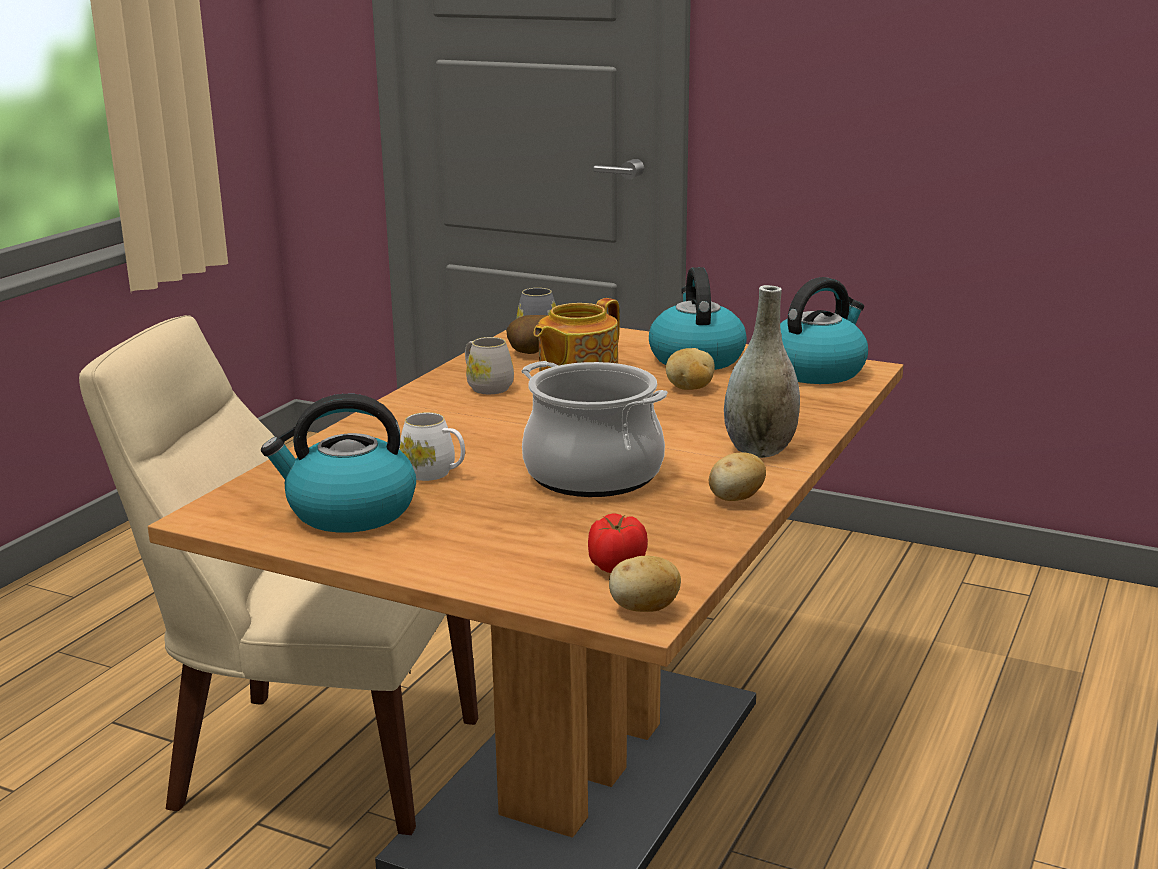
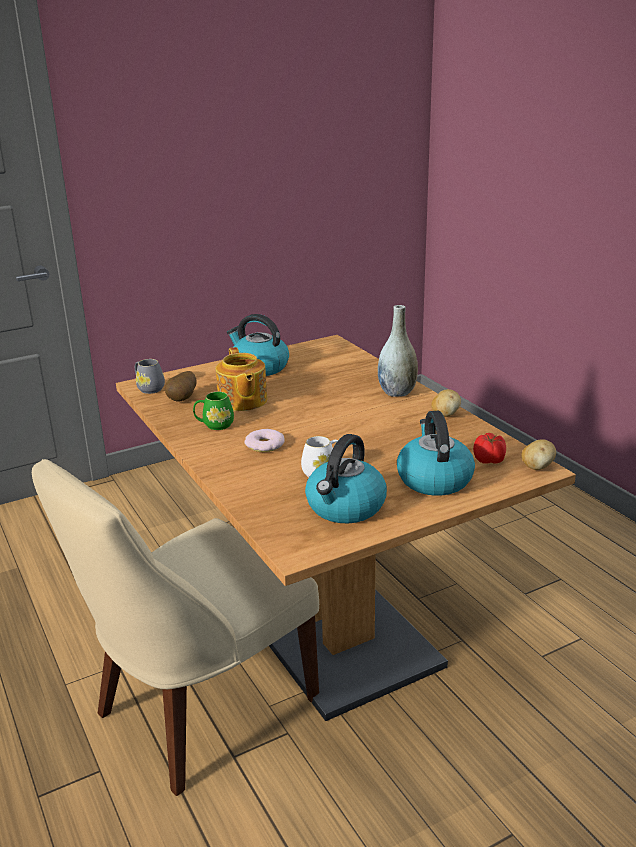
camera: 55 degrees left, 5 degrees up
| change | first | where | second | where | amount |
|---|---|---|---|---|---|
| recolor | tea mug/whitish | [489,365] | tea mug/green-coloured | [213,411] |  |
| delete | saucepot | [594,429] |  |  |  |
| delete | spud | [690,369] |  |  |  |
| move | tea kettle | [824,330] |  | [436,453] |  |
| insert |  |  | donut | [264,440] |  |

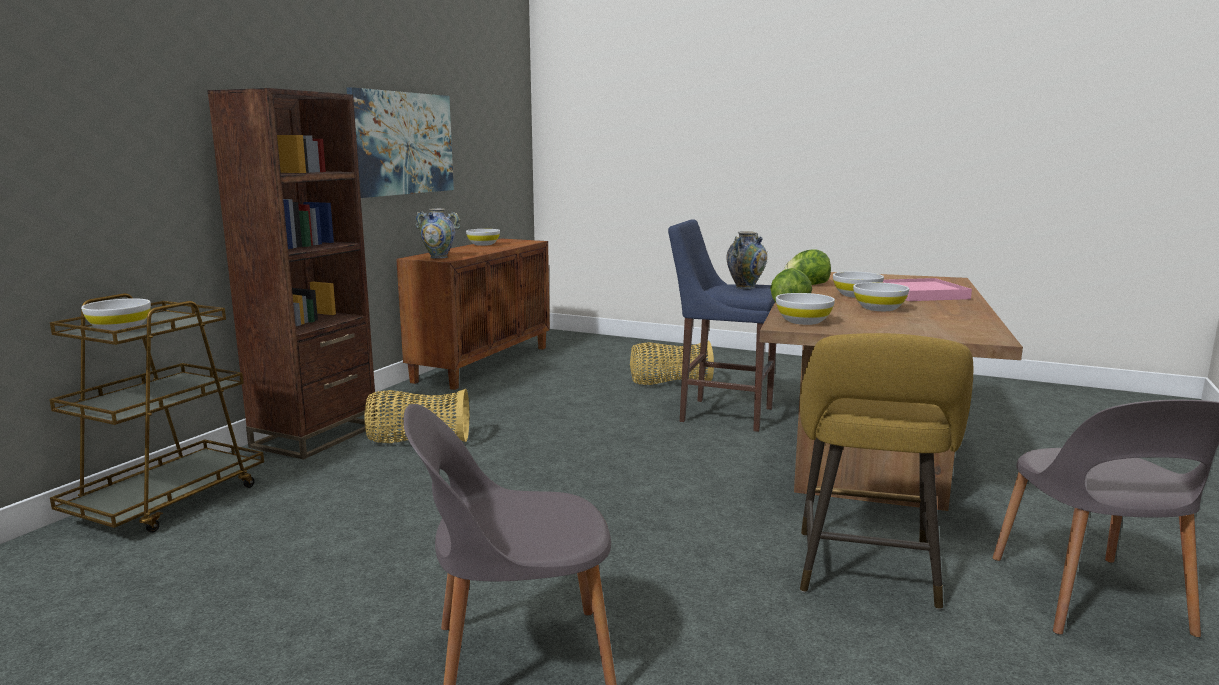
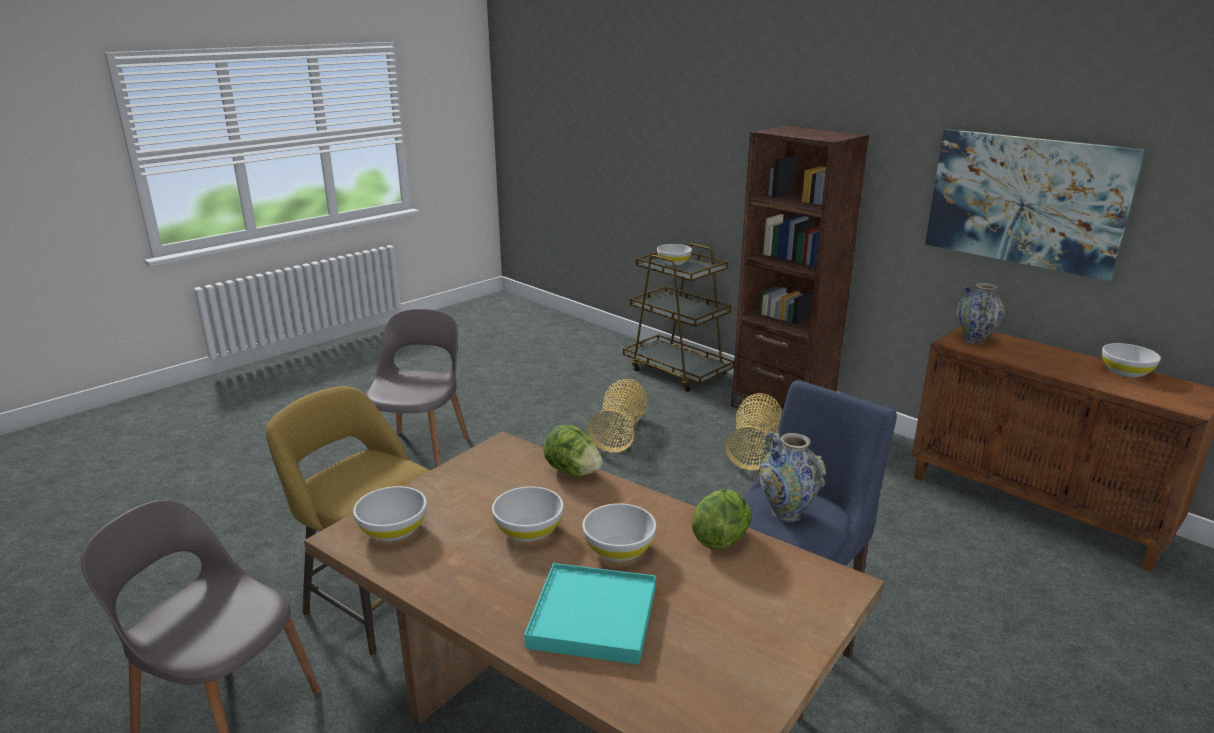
camera: 110 degrees right, 10 degrees up
| change | first | where | second | where | amount |
|---|---|---|---|---|---|
| move | household basket | [672,363] |  | [617,416] |  |
| move | serving bowl/whitish | [805,309] |  | [390,513] |  |
| recolor | tray/pink-coloured | [927,289] | tray/turquoise-coloured | [590,614] |  |

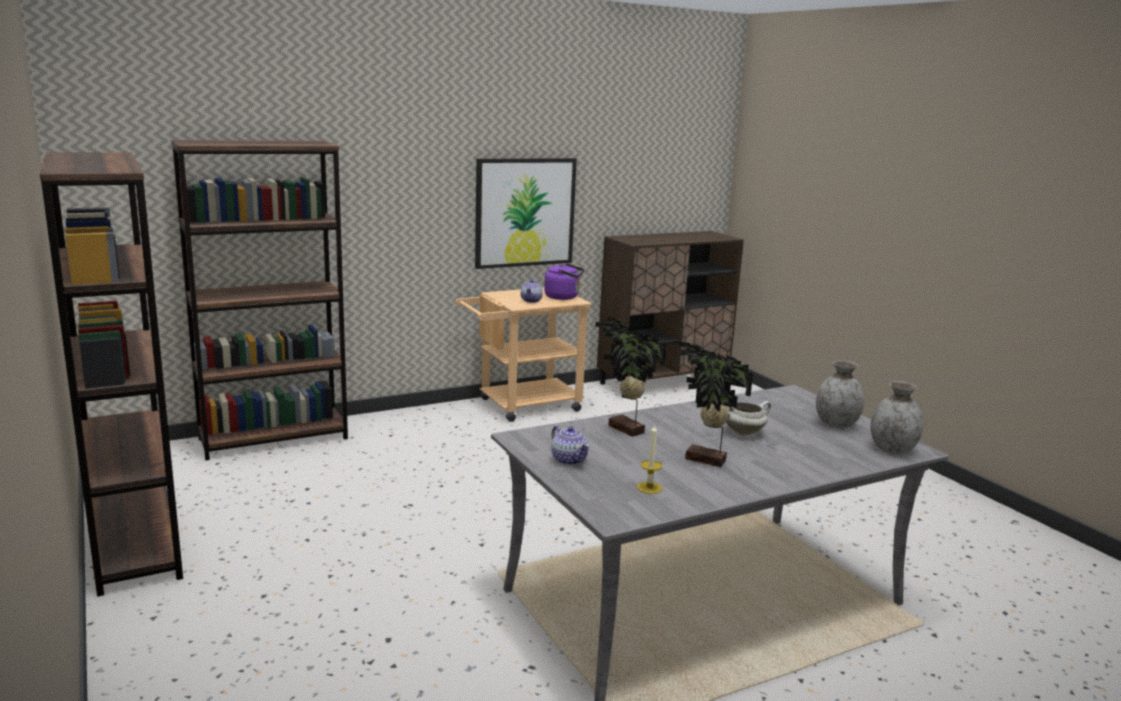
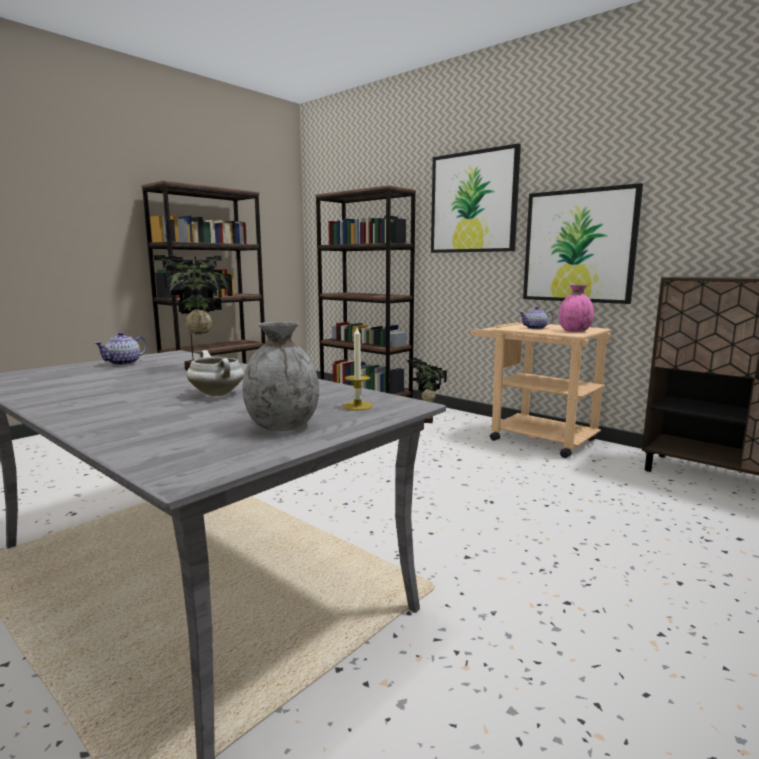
camera: 70 degrees right, 5 degrees down
| change | first | where | second | where | amount |
|---|---|---|---|---|---|
| replace | tea kettle/purple | [564,281] | vase/pink-coloured | [576,308] |  |
| move | wax candle | [649,459] |  | [358,368] |  |
| move | houseplant | [716,404] |  | [427,390] |  |
| delete | vase/greyish | [897,417] |  |  |  |
| insert |  |  | wall picture | [476,198] |  |

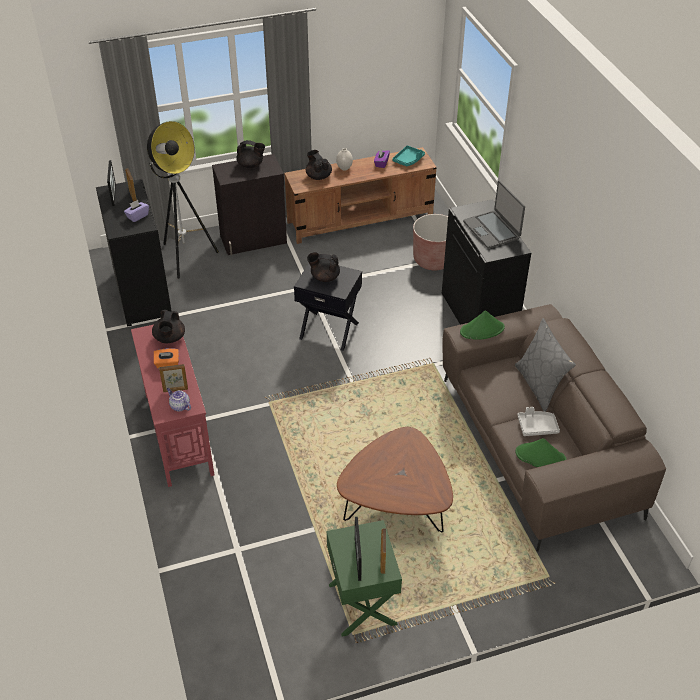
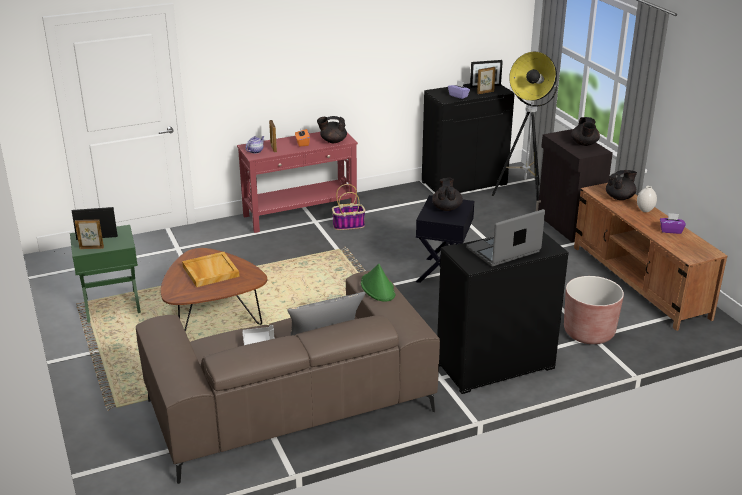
camera: 85 degrees right, 15 degrees down
| change | first | where | second | where | amount |
|---|---|---|---|---|---|
| delete | tray/turquoise-coloured | [408,155] |  |  |  |
| delete | wearable hat/green-coloured | [541,452] |  |  |  |
| insert |  |  | tray/beige-coloured | [210,269] |  |
| insert |  |  | household basket | [348,207] |  |

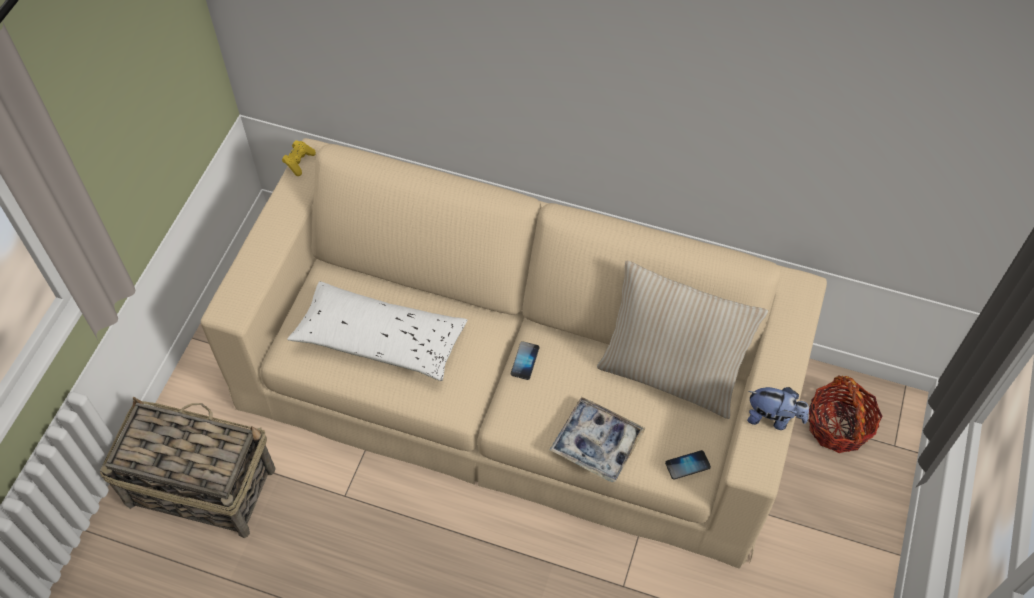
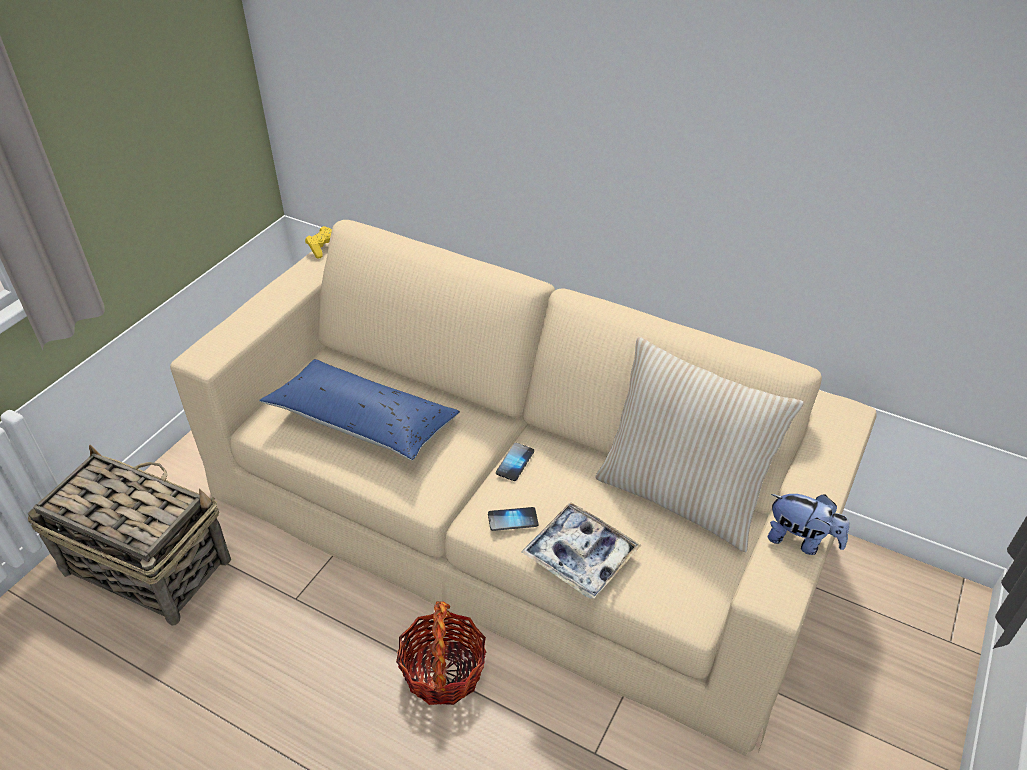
camera: 10 degrees right, 15 degrees down
| change | first | where | second | where | amount |
|---|---|---|---|---|---|
| recolor | throw pillow/whitish | [377,331] | throw pillow/blue-coloured | [359,409] |  |
| move | phone | [688,465] |  | [513,519] |  |
| move | household basket | [846,414] |  | [441,653] |  |

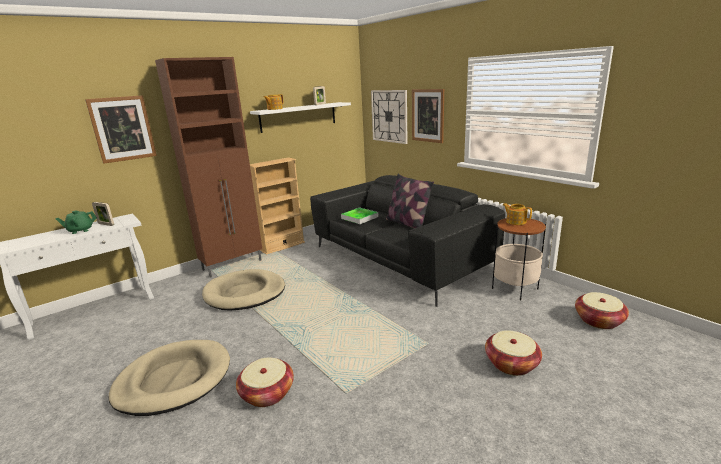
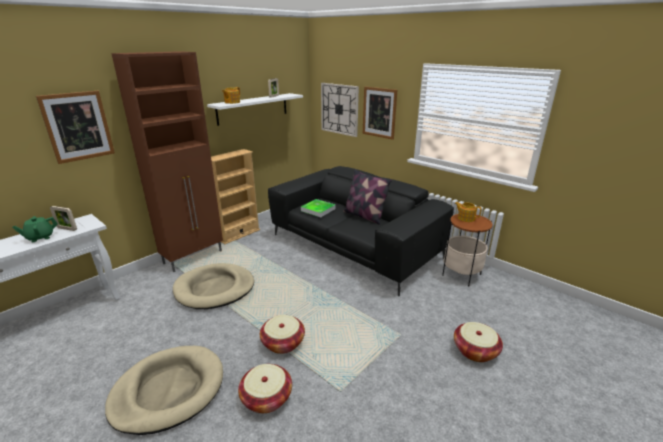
camera: 10 degrees left, 5 degrees up
| change | first | where | second | where | amount |
|---|---|---|---|---|---|
| move | household basket | [602,310] |  | [282,334] |  |

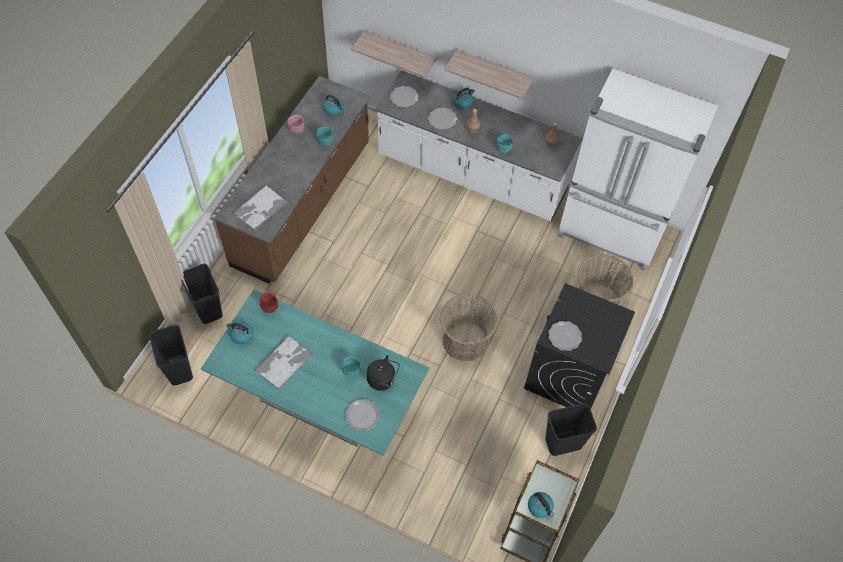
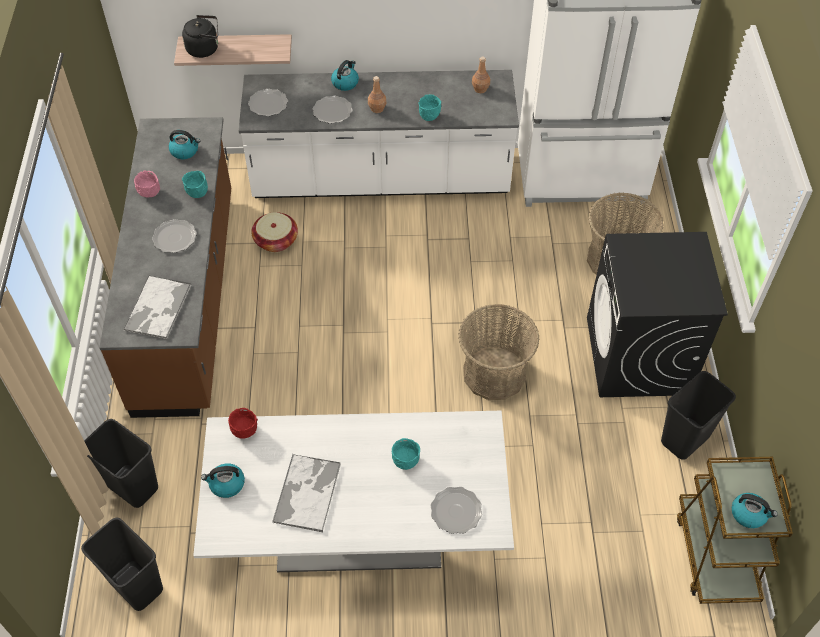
camera: 25 degrees left, 5 degrees down
| change | first | where | second | where | amount |
|---|---|---|---|---|---|
| recolor | dinner table/turquoise-coloured | [315,373] | dinner table/whitish | [353,491] |  |
| move | tea kettle/blackish | [383,373] |  | [200,36] |  |
| delete | wall shelf | [489,74] |  |  |  |
| move | flat dish | [565,336] |  | [174,236] |  |
| insert |  |  | household basket | [274,232] |  |

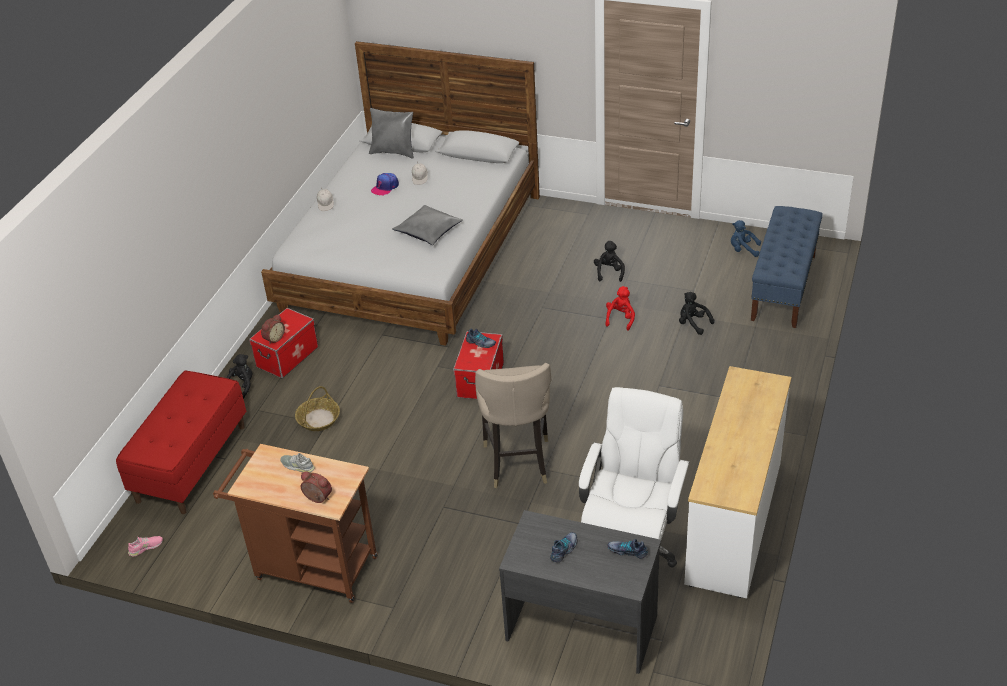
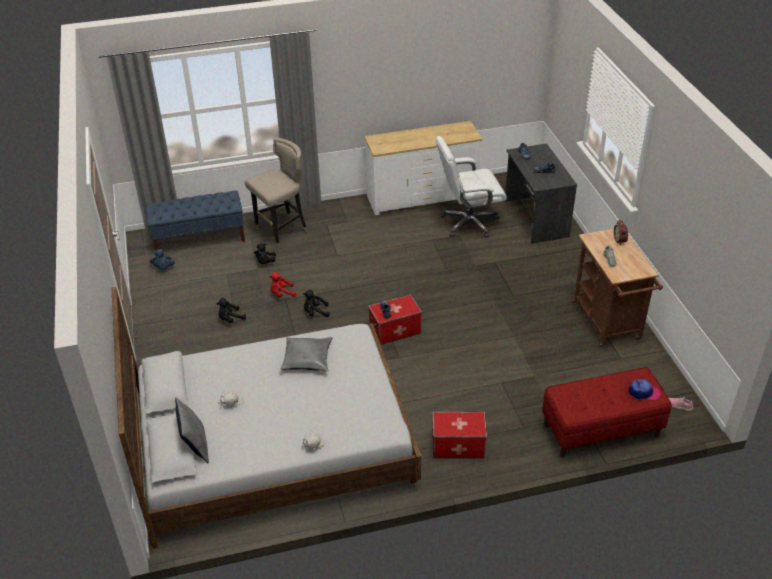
camera: 125 degrees left, 0 degrees up
| change | first | where | second | where | amount |
|---|---|---|---|---|---|
| move | plush toy/blackish | [239,376] |  | [316,303] |  |
| delete | table clock | [273,329] |  |  |  |
| delete | household basket | [317,408] |  |  |  |
| move | cap | [385,184] |  | [645,389] |  |
| move | stool/beige-coloured | [513,425] |  | [276,193] |  |

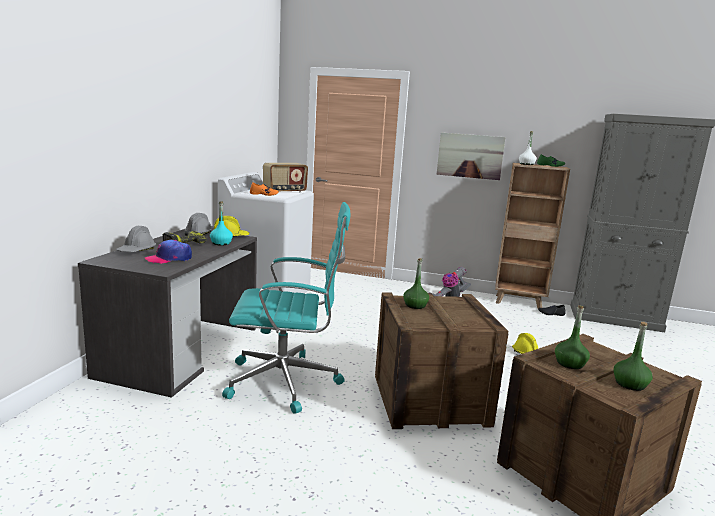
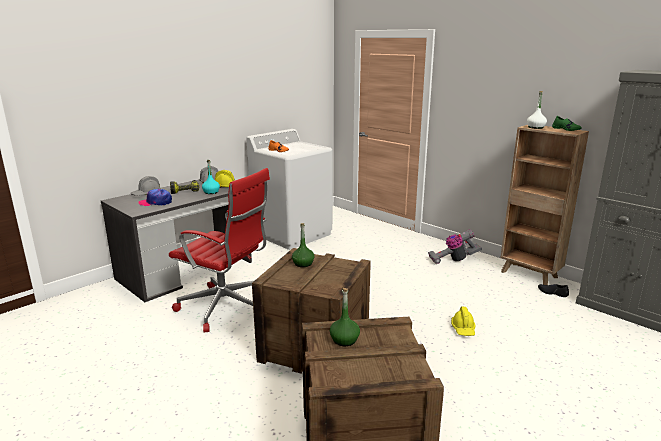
camera: 30 degrees right, 5 degrees up
| change | first | where | second | where | amount |
|---|---|---|---|---|---|
| recolor | computer chair/turquoise-coloured | [286,308] | computer chair/reddish | [219,250] |  |
| delete | radio set | [285,178] |  |  |  |
| delete | wall picture | [471,156] |  |  |  |
| delete | bottle/green-coloured | [633,356] |  |  |  |

